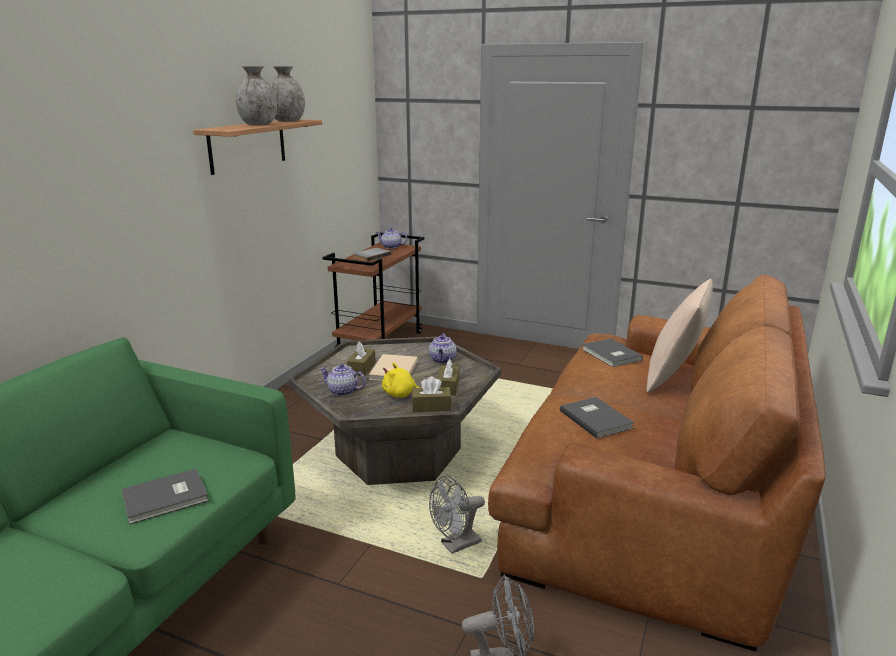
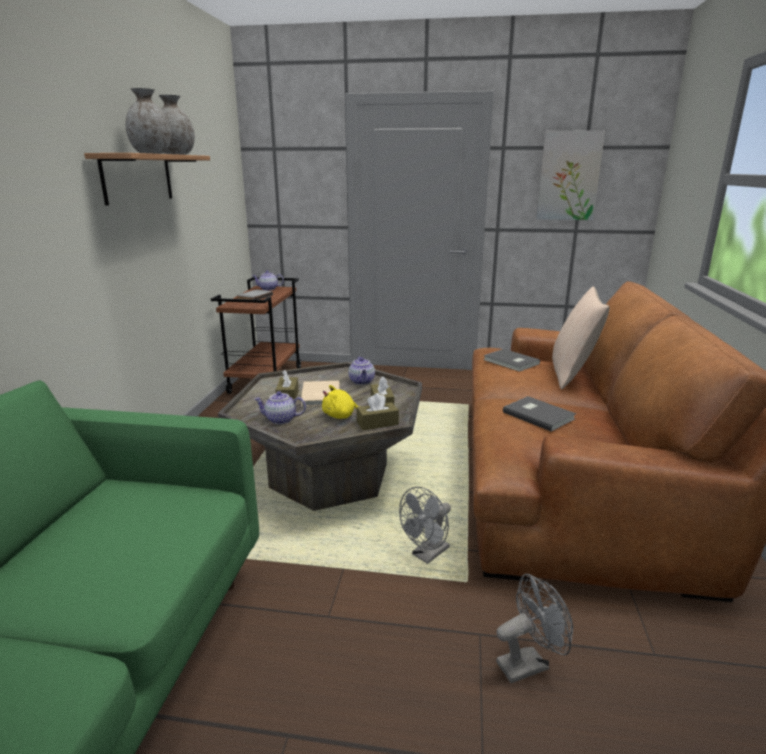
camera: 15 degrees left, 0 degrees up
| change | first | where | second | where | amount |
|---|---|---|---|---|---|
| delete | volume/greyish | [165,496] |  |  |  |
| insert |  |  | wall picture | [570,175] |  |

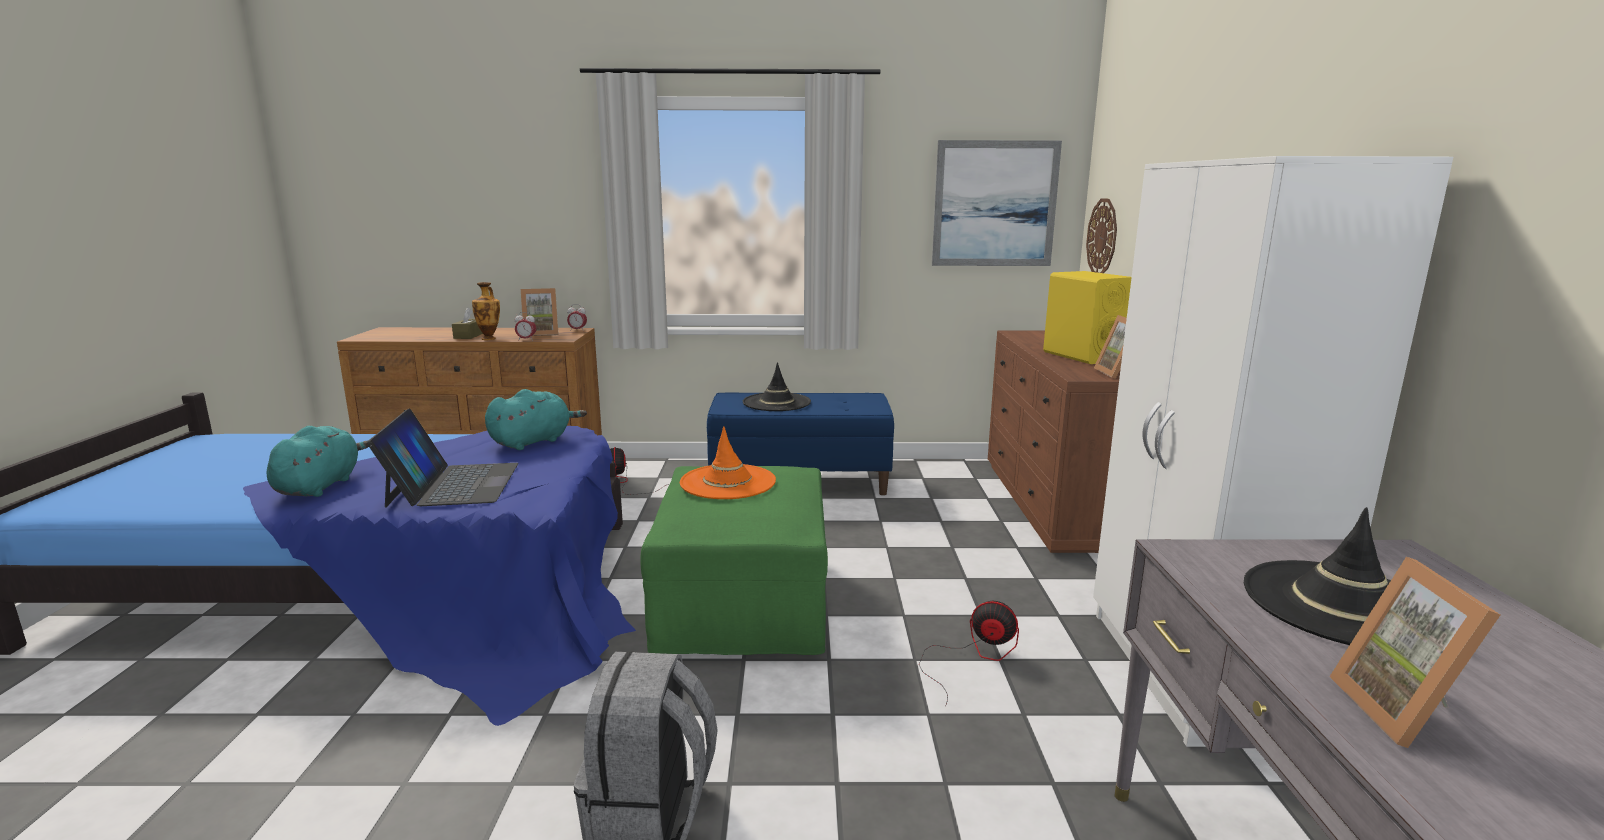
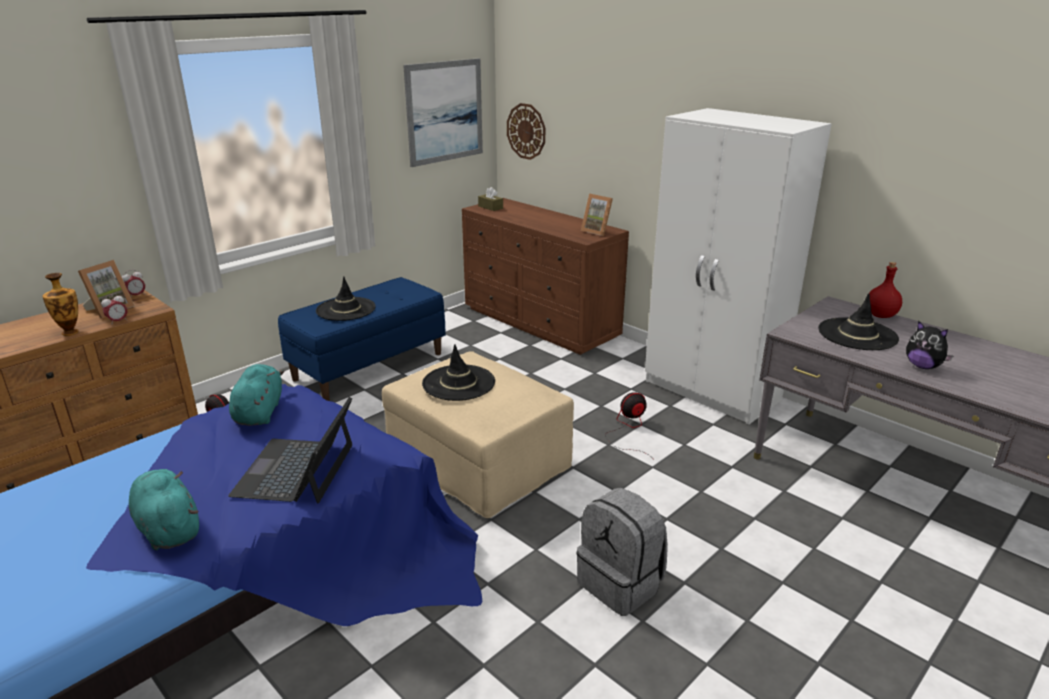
camera: 45 degrees left, 10 degrees up
| change | first | where | second | where | amount |
|---|---|---|---|---|---|
| rotate | portable computer | [443,458] |  | [290,450] | 120 degrees counterclockwise |
| move | box of tissues/brown | [467,323] |  | [490,199] |  |
| recolor | footrest/green-coloured | [734,560] | footrest/beige-coloured | [478,434] |  |
| recolor | wearable hat/orangey | [728,462] | wearable hat/blackish | [458,372] |  |
| delete | audio speaker/yellow | [1087,317] |  |  |  |
| replace | photo frame | [1415,652] | plush toy | [929,345] |  |
| insert |  |  | bottle/reddish | [885,290] |  |

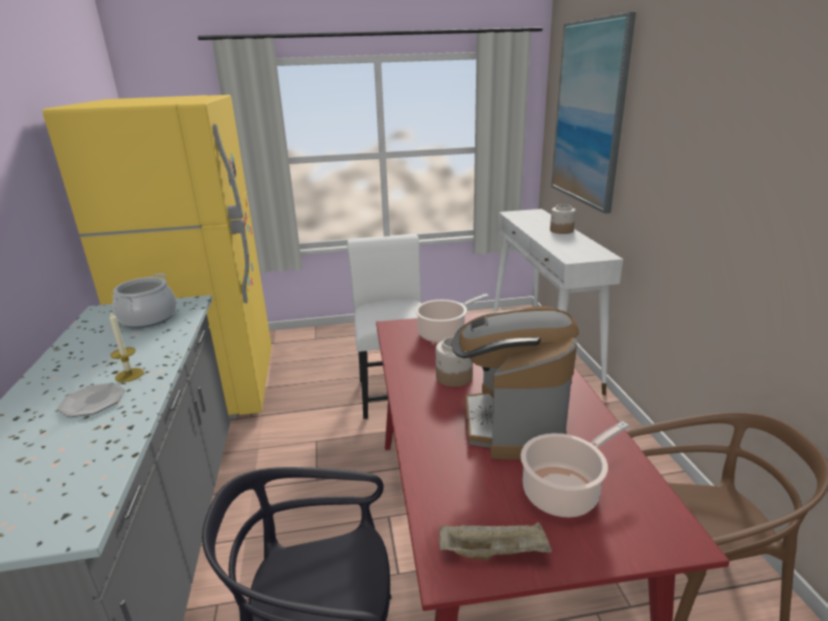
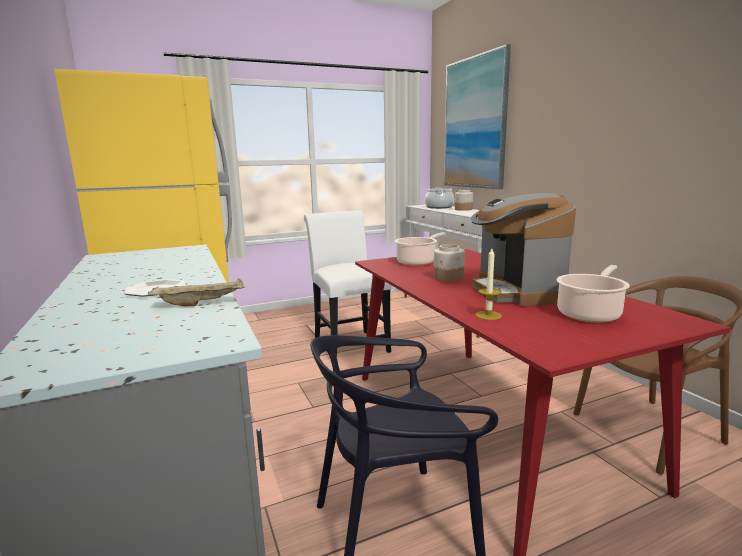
camera: 15 degrees left, 10 degrees down
| change | first | where | second | where | amount |
|---|---|---|---|---|---|
| move | wax candle | [126,347] |  | [488,284] |  |
| move | saucepot | [144,300] |  | [439,198] |  |
| move | tray/beige-coloured | [495,541] |  | [196,292] |  |

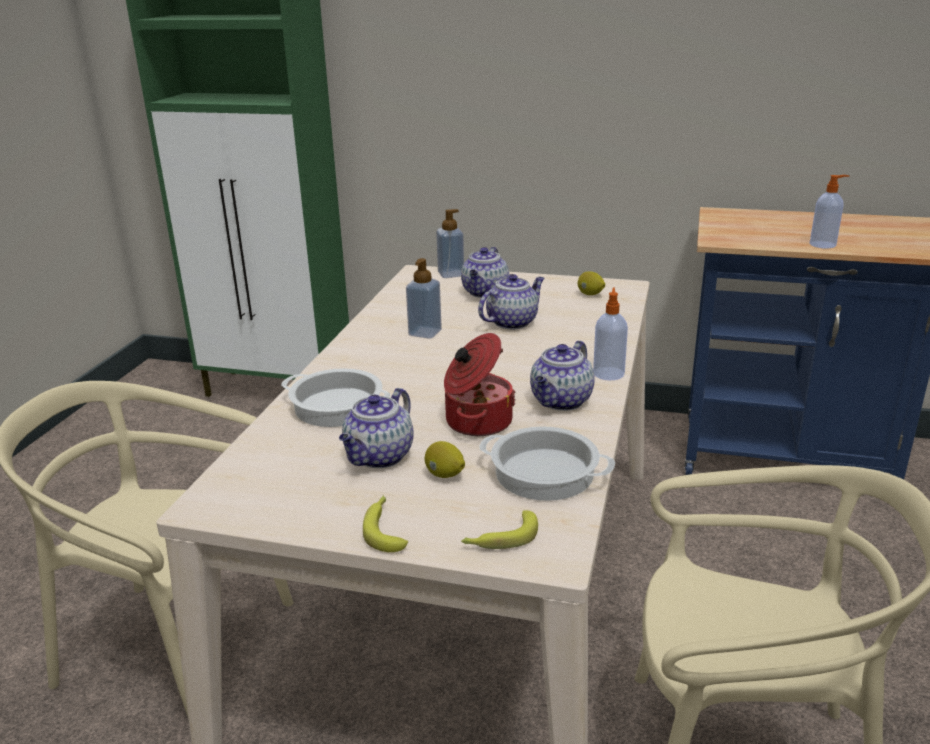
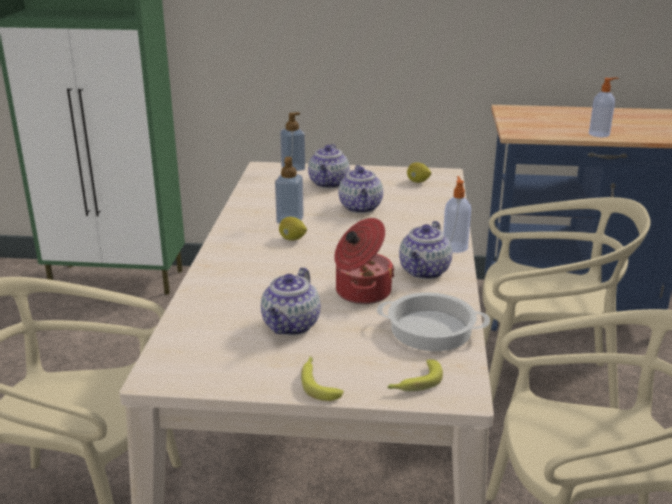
camera: 10 degrees left, 0 degrees up
| change | first | where | second | where | amount |
|---|---|---|---|---|---|
| delete | saucepot | [335,397] |  |  |  |
| move | whole lemon | [445,459] |  | [293,228] |  |
| rotate | tea pot | [511,302] |  | [360,189] | 135 degrees clockwise |
| insert |  |  | chair/beige-coloured | [566,303] |  |

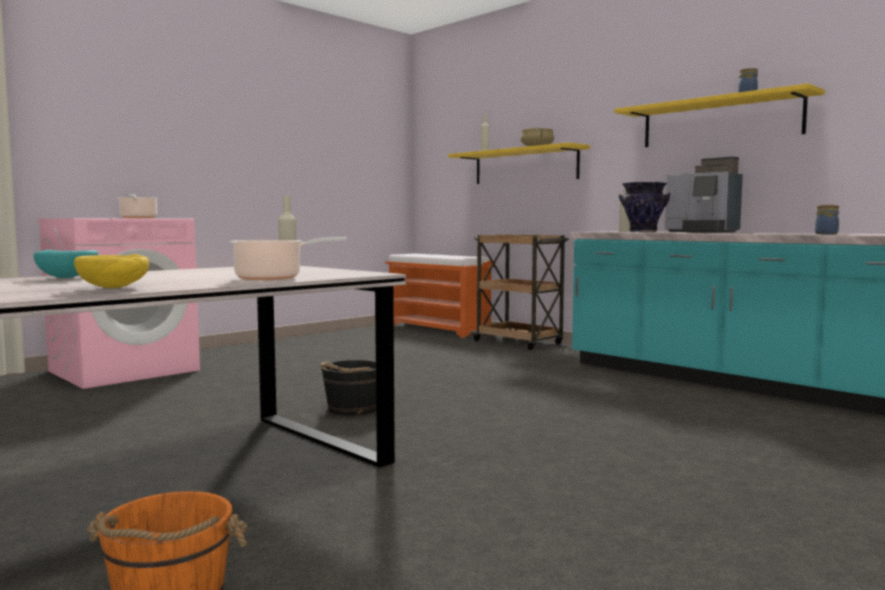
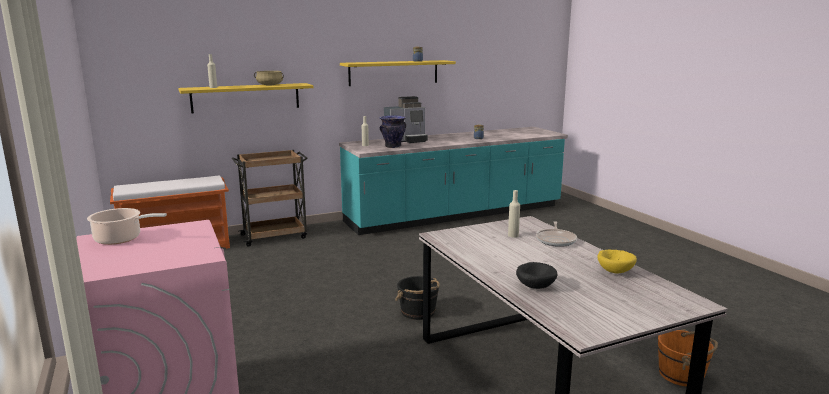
camera: 70 degrees left, 10 degrees up
| change | first | where | second | where | amount |
|---|---|---|---|---|---|
| recolor | serving bowl/turquoise-coloured | [65,264] | serving bowl/blackish | [536,275] |  |
| replace | saucepot | [288,258] | pan | [556,234] |  |

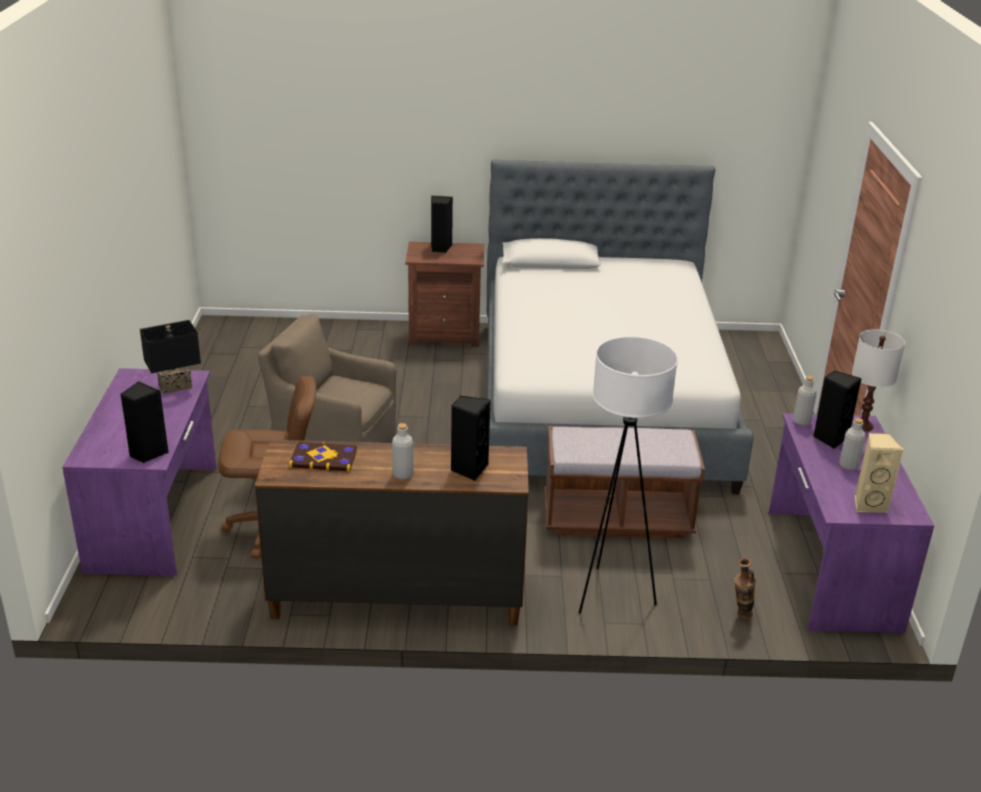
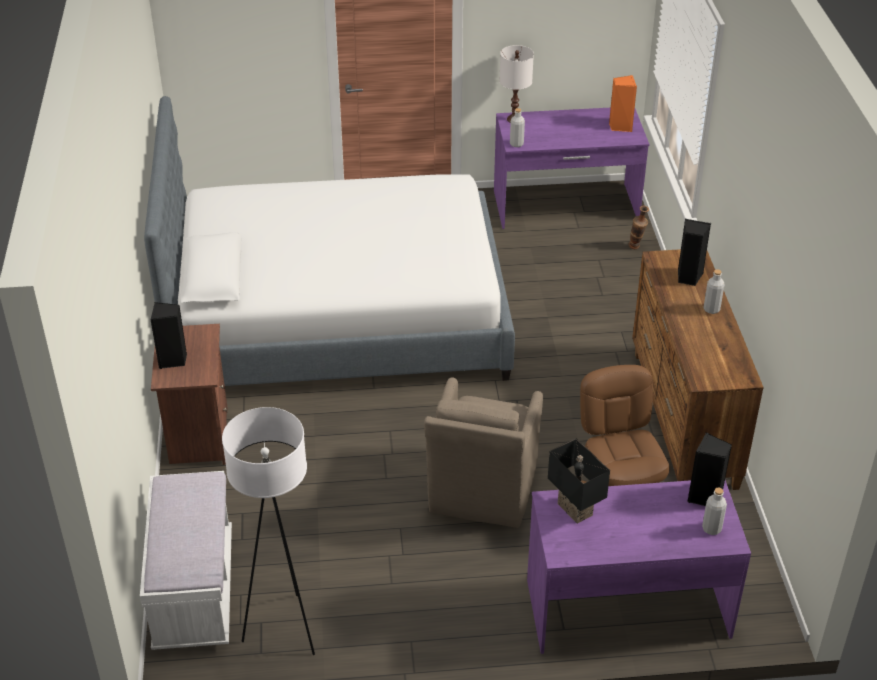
camera: 95 degrees left, 10 degrees up
| change | first | where | second | where | amount |
|---|---|---|---|---|---|
| delete | volume | [323,457] |  |  |  |
| delete | long seat/brown | [624,482] |  |  |  |
| move | standard lamp/whitish | [628,475] |  | [268,531] |  |
| delete | audio speaker/blackish | [837,410] |  |  |  |
| move | bottle/greyish | [852,444] |  | [714,511] |  |
| recolor | audio speaker/beige-coloured | [879,473] | audio speaker/orangey | [623,103] |  |
| insert |  |  | long seat/whitish | [186,560] |  |

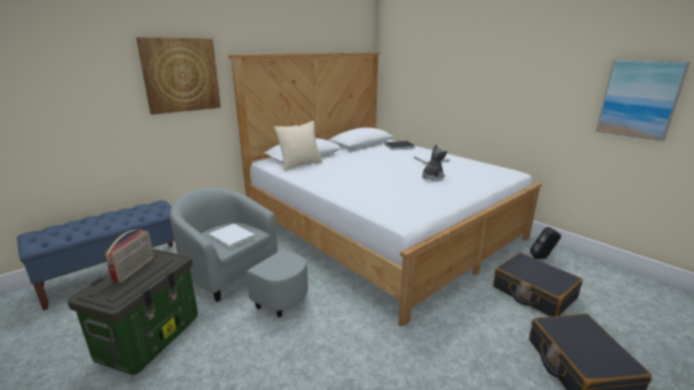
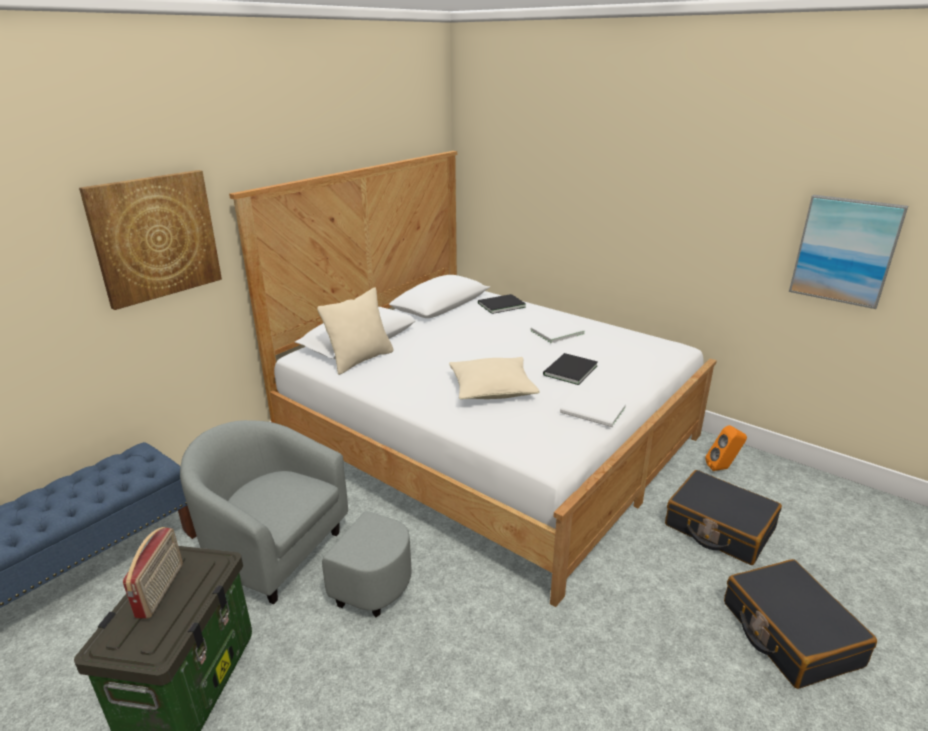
camera: 10 degrees left, 5 degrees up
| change | first | where | second | where | amount |
|---|---|---|---|---|---|
| move | volume/whitish | [232,236] |  | [593,408] |  |
| replace | plush toy | [434,162] | volume/blackish | [570,369] |  |
| recolor | audio speaker/blackish | [545,243] | audio speaker/orangey | [726,448] |  |
| insert |  |  | throw pillow/beige-coloured | [494,378] |  |

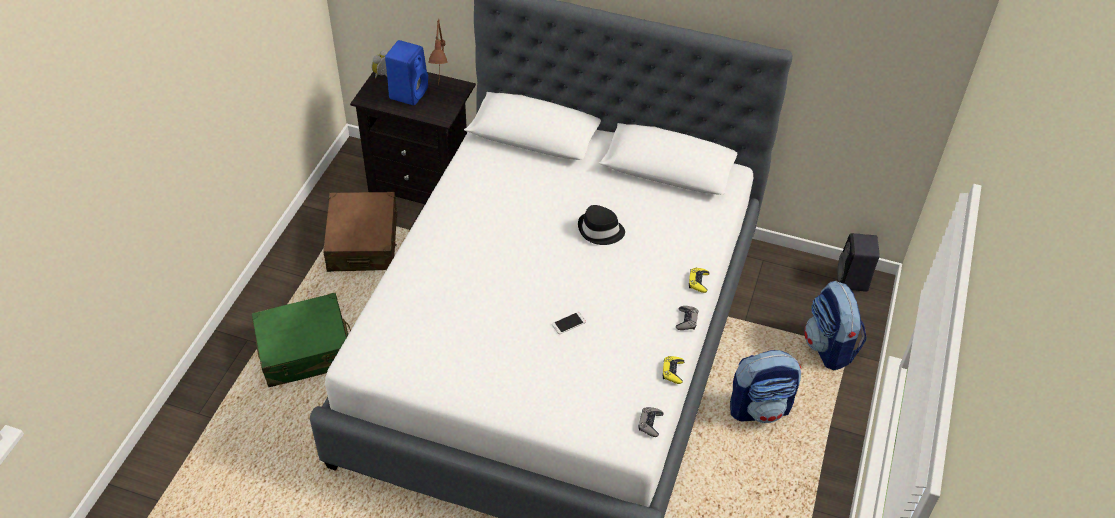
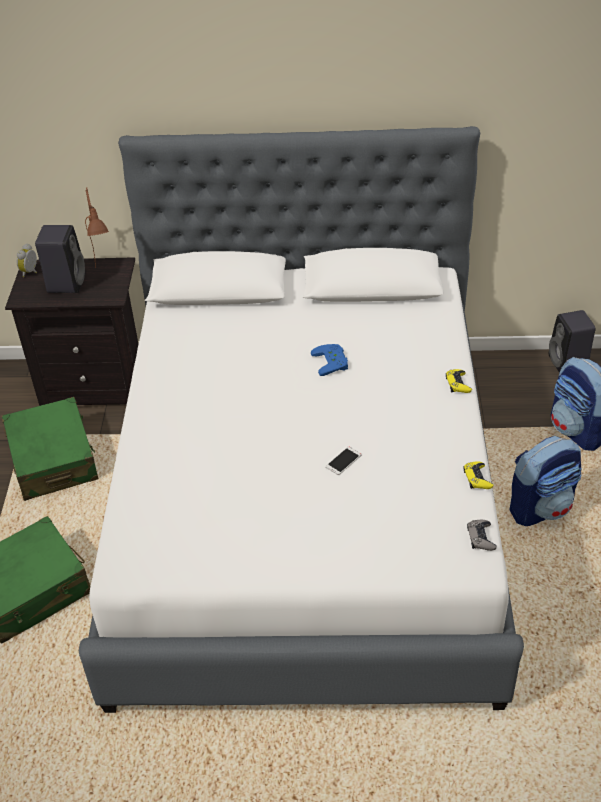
camera: 15 degrees left, 5 degrees down
| change | first | where | second | where | amount |
|---|---|---|---|---|---|
| recolor | travel case/brown | [360,232] | travel case/green-coloured | [50,449] |  |
| recolor | audio speaker/blue-coloured | [406,73] | audio speaker/blackish | [60,259] |  |
| replace | wearable hat/blackish | [601,225] | game controller/blue-coloured | [329,360] |  |
| delete | game controller/greyish | [687,318] |  |  |  |

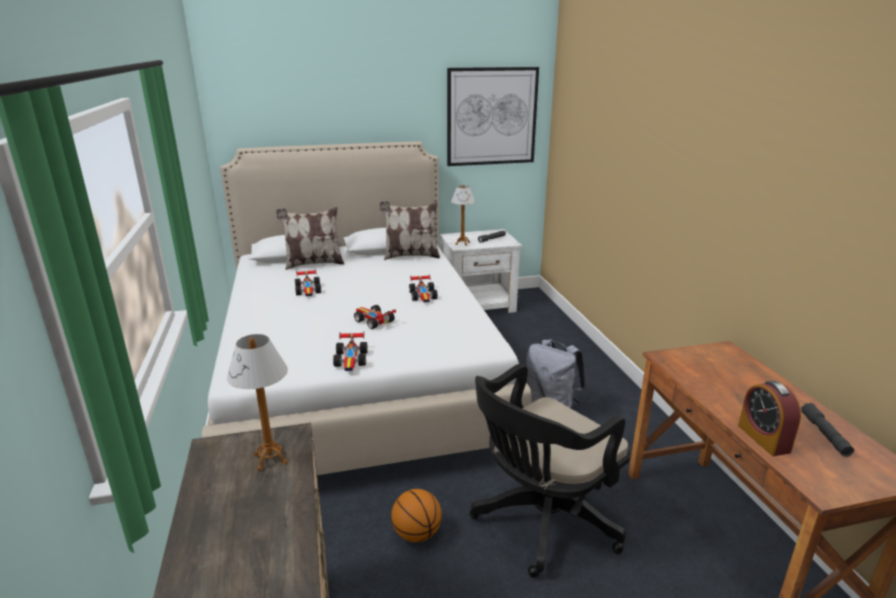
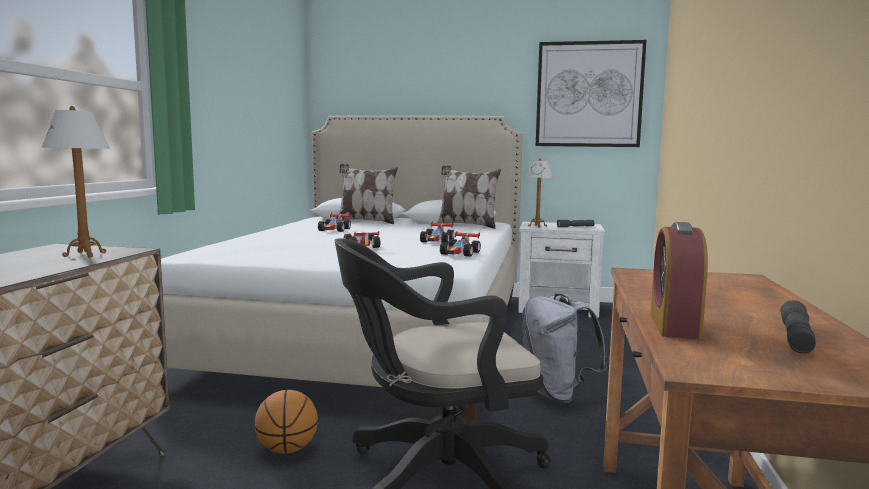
camera: 25 degrees right, 15 degrees down
| change | first | where | second | where | amount |
|---|---|---|---|---|---|
| move | miniature car | [350,351] |  | [460,244] |  |

